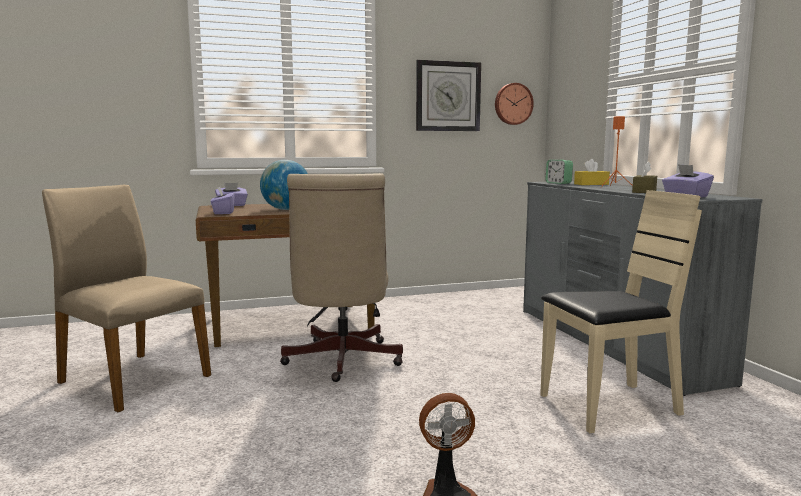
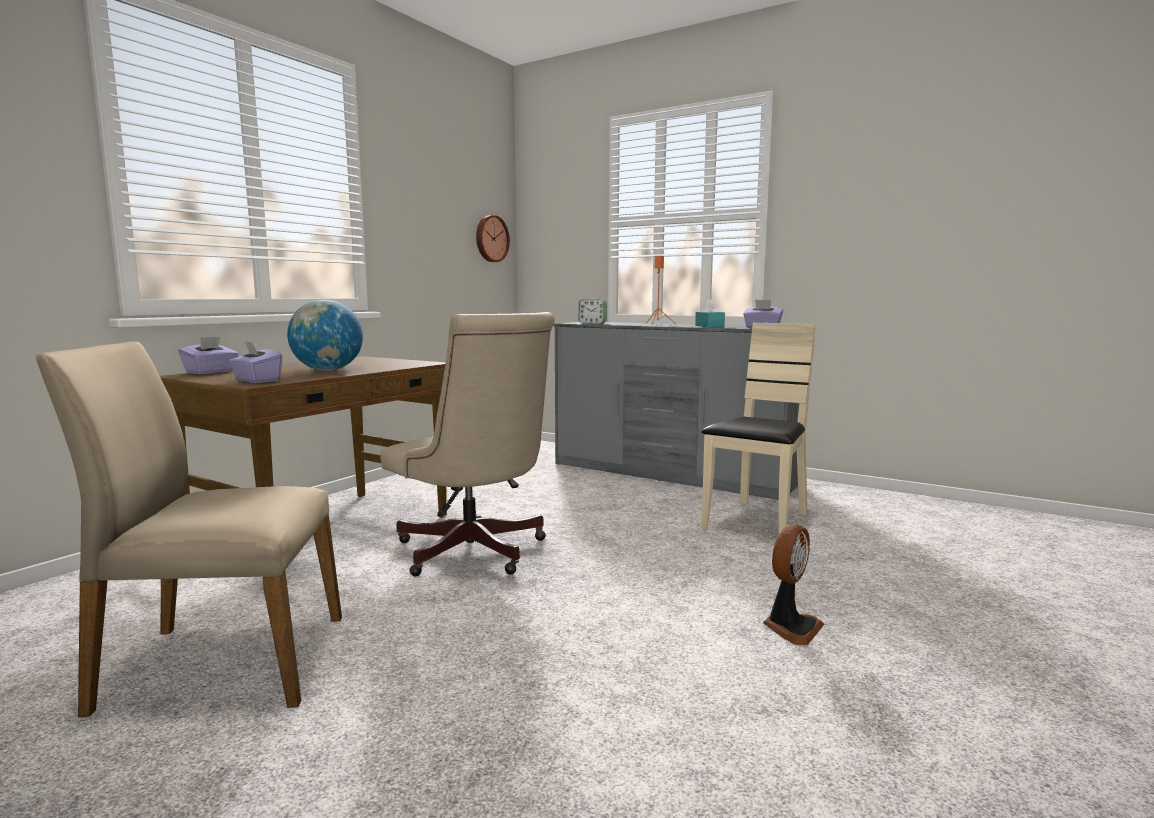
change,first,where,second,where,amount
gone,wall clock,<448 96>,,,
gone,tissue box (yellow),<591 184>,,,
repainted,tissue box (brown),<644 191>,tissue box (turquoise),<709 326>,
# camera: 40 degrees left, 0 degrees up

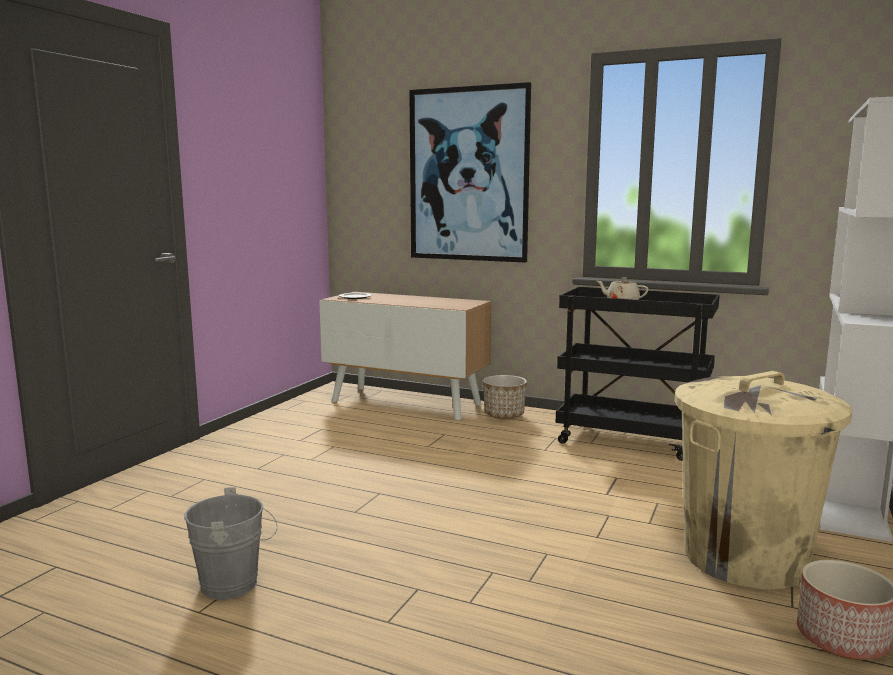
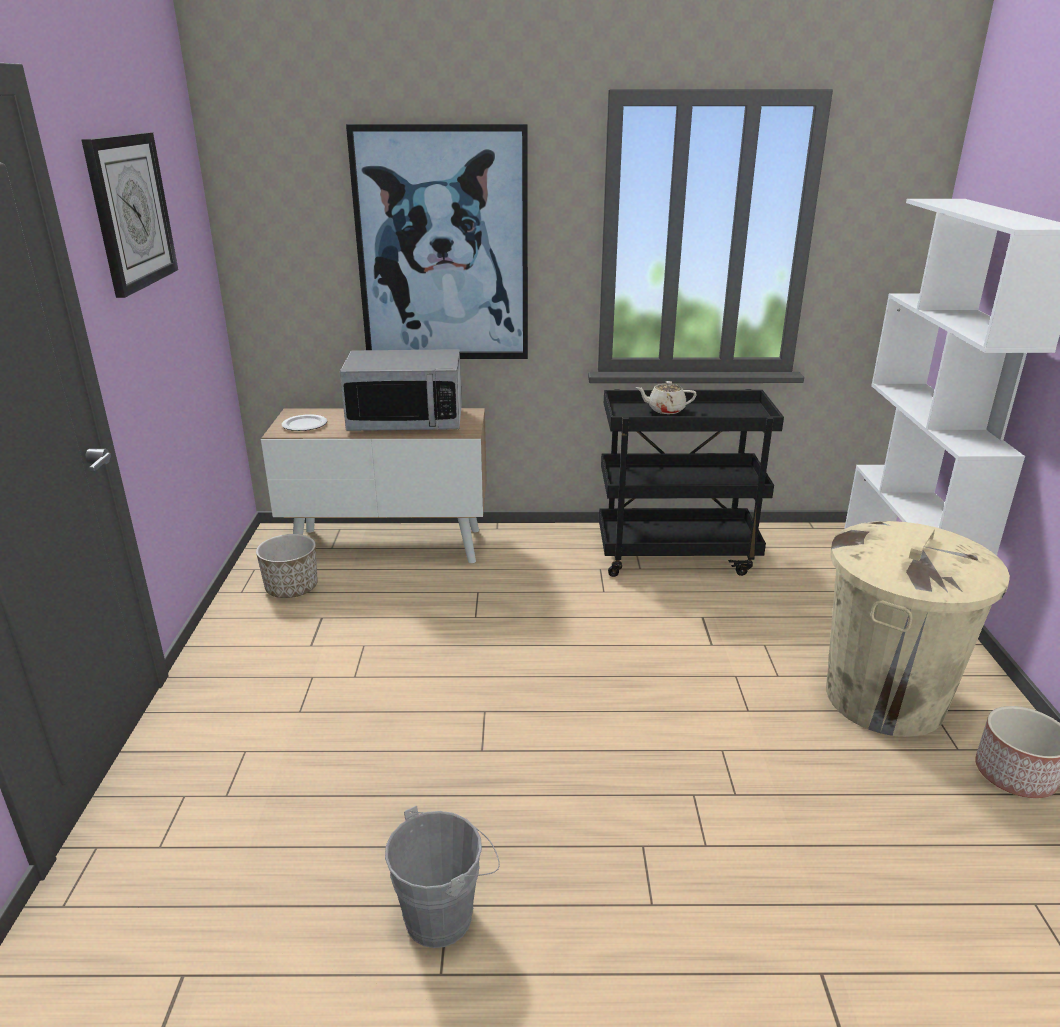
change,first,where,second,where,amount
shifted,planter,<504 415>,,<292 588>,
new,,,wall clock,<130 212>,
new,,,microwave,<406 421>,
# camera: 25 degrees left, 15 degrees up

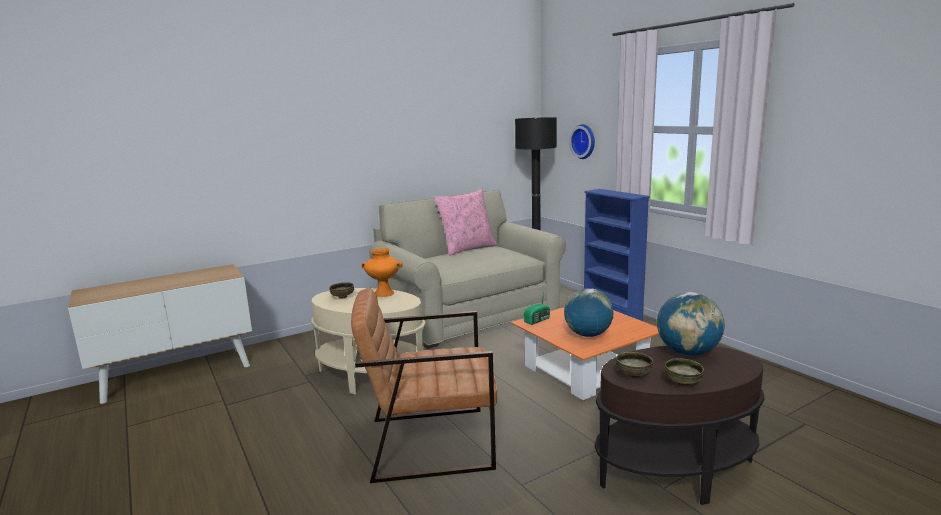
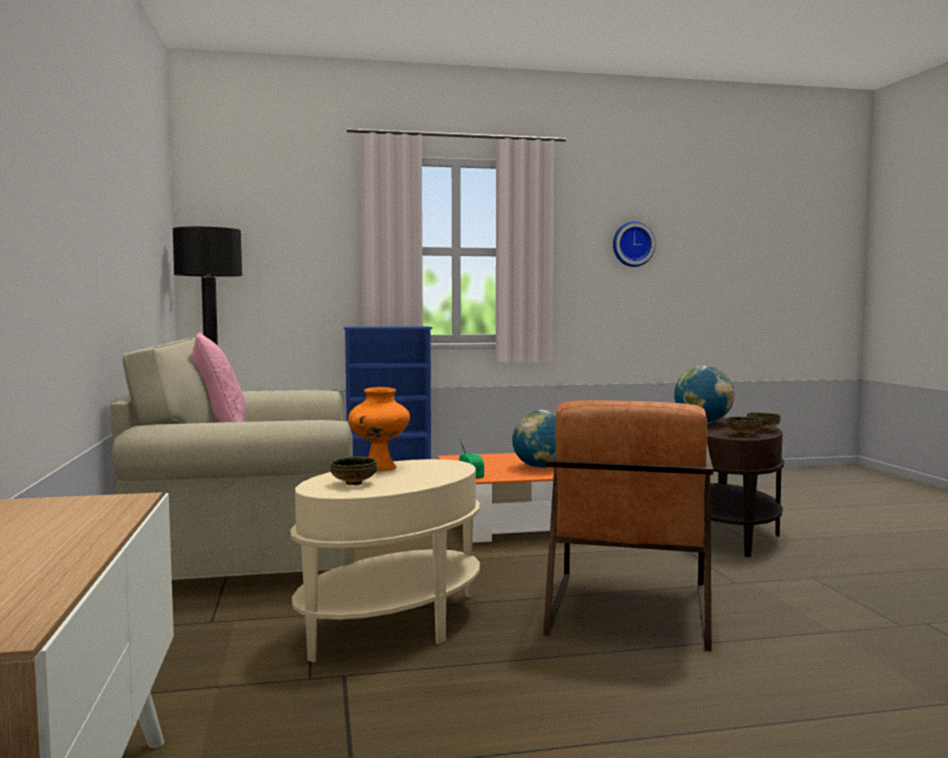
change,first,where,second,where,amount
shifted,wall clock,<584 141>,,<632 244>,
# camera: 70 degrees left, 10 degrees down

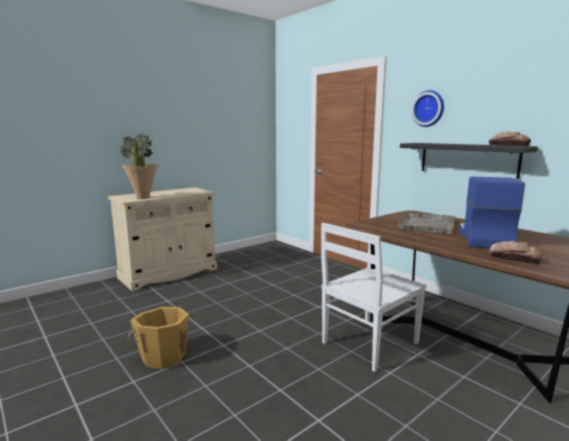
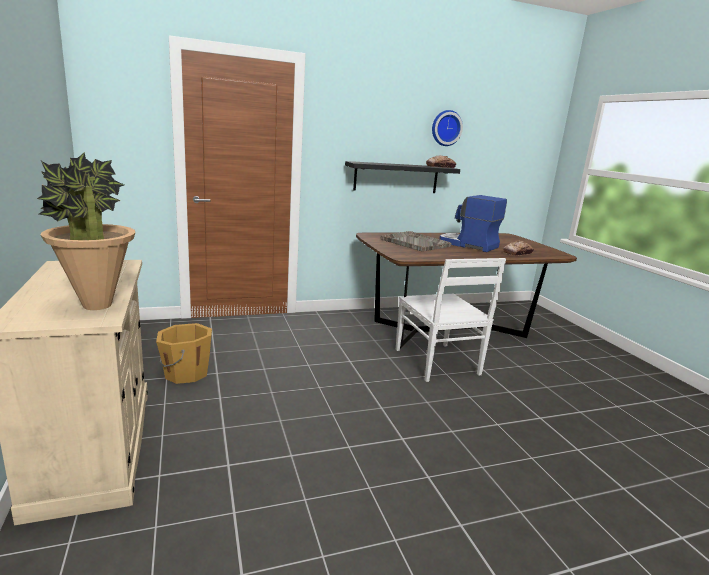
change,first,where,second,where,amount
shifted,wall clock,<429 108>,,<445 128>,
shifted,bucket (orange),<163 356>,,<185 373>,
# camera: 70 degrees left, 5 degrees up

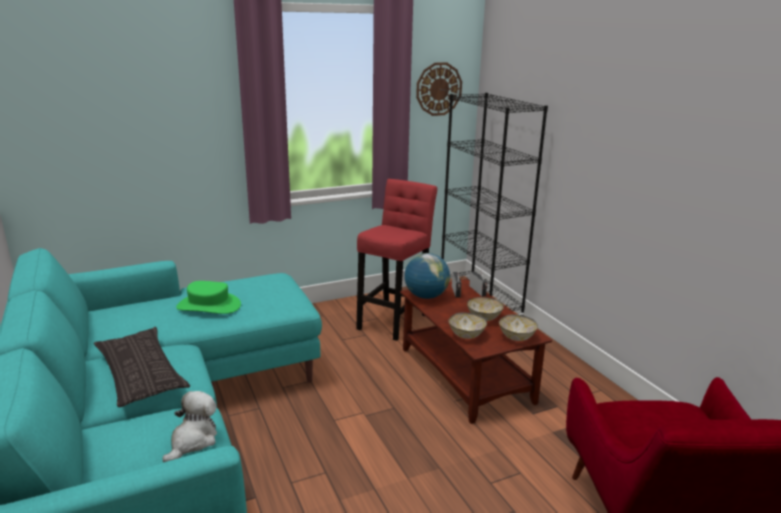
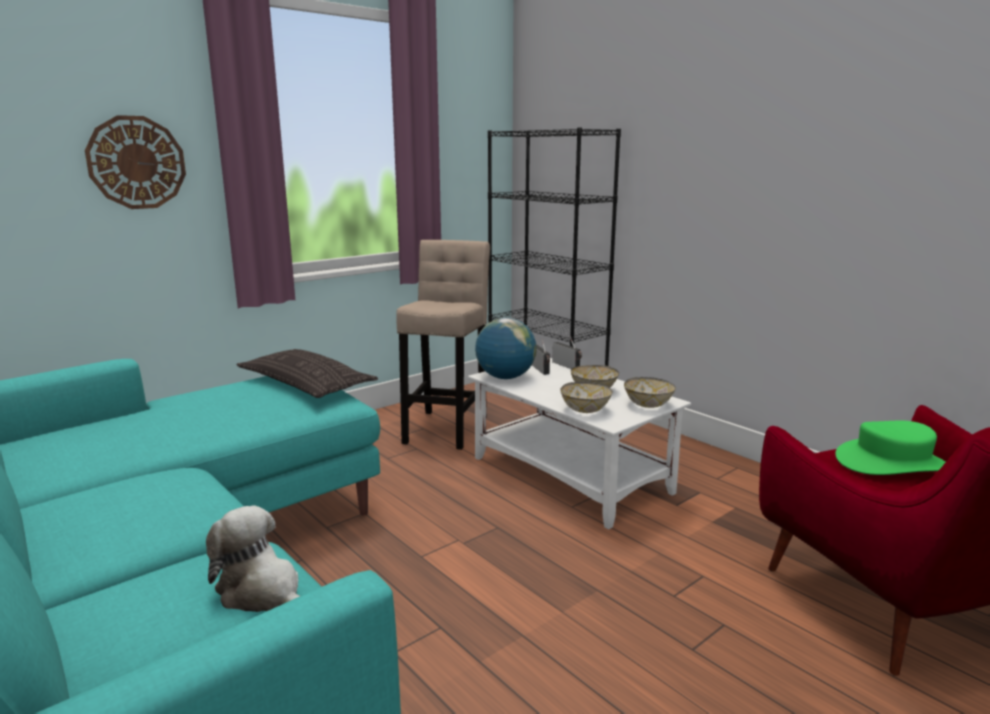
change,first,where,second,where,amount
shifted,wall clock,<438 89>,,<137 163>,
repainted,stool (red),<394 320>,stool (beige),<447 427>,
repainted,coffee table (brown),<464 374>,coffee table (white),<568 475>,
shifted,hat (green),<209 306>,,<891 462>,
shifted,pillow,<140 373>,,<305 383>,
rotated,plush toy,<193 441>,,<262 592>,60 degrees counterclockwise
# camera: 15 degrees left, 5 degrees down

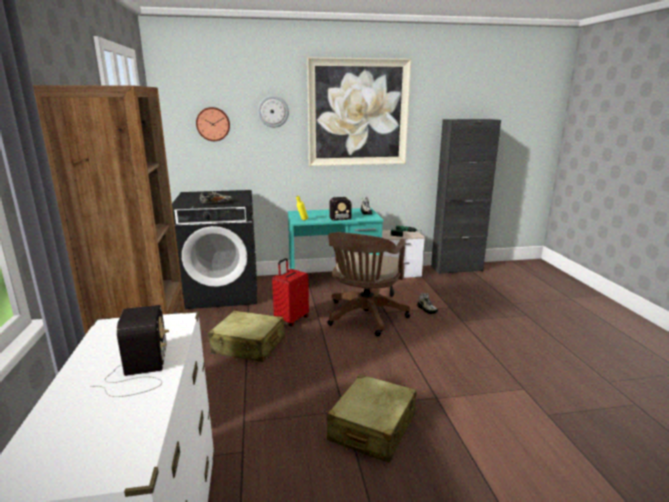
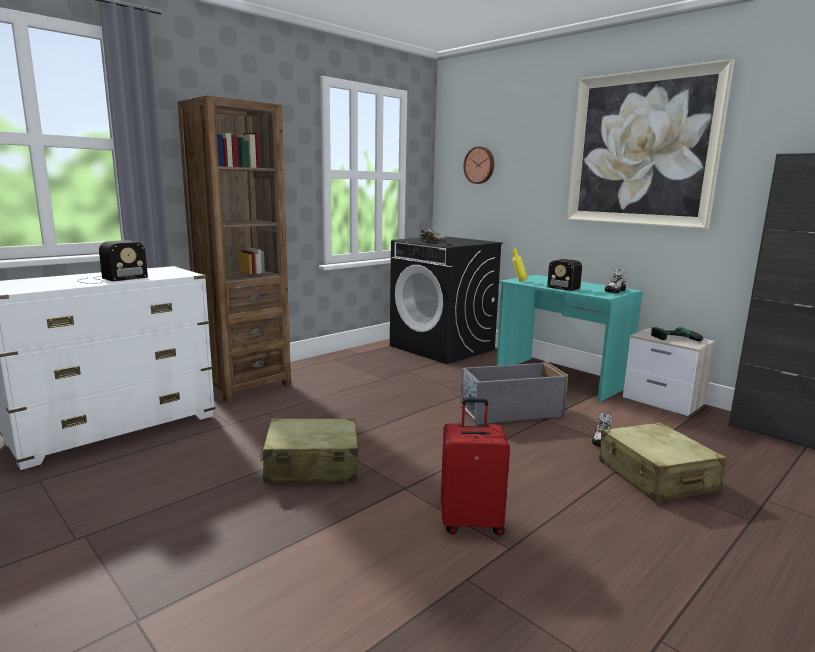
change,first,where,second,where,amount
gone,wall clock,<273 111>,,,
swapped,office chair (brown),<364 317>,storage box (grey),<510 412>,
shifted,suitcase (red),<291 319>,,<471 522>,
shifted,suitcase (beige),<248 345>,,<656 476>,
# camera: 55 degrees right, 5 degrees down

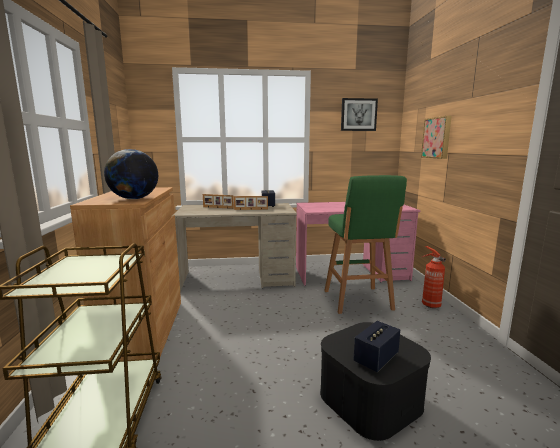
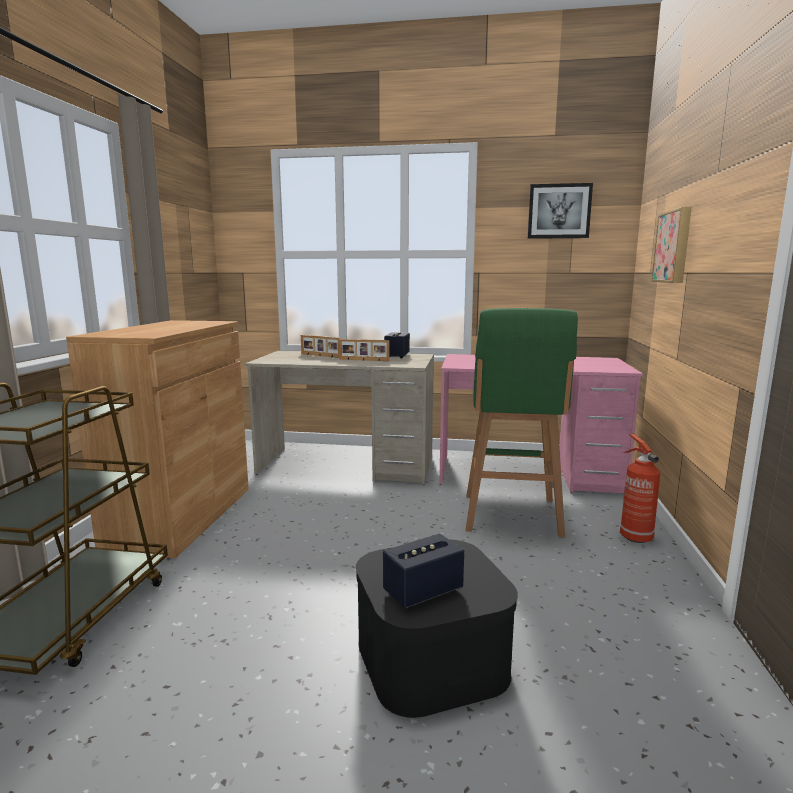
change,first,where,second,where,amount
gone,globe,<134 199>,,,
# camera: 15 degrees right, 0 degrees up

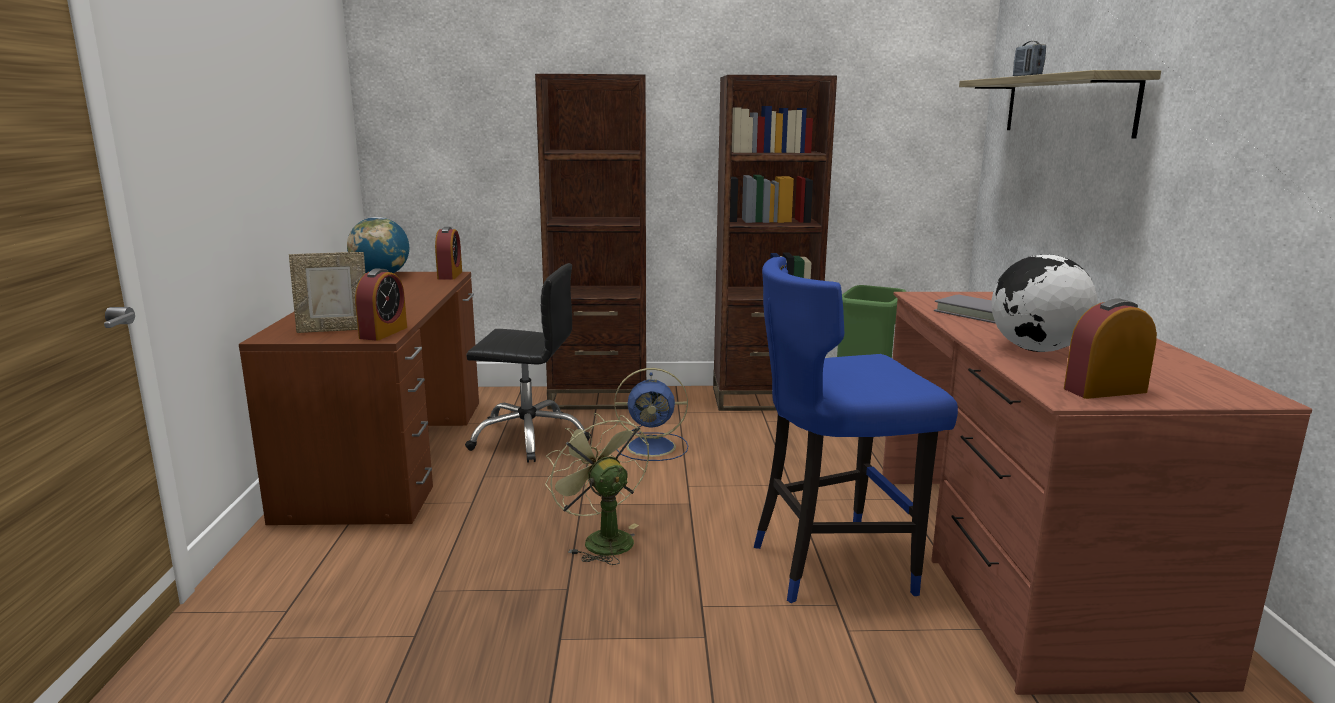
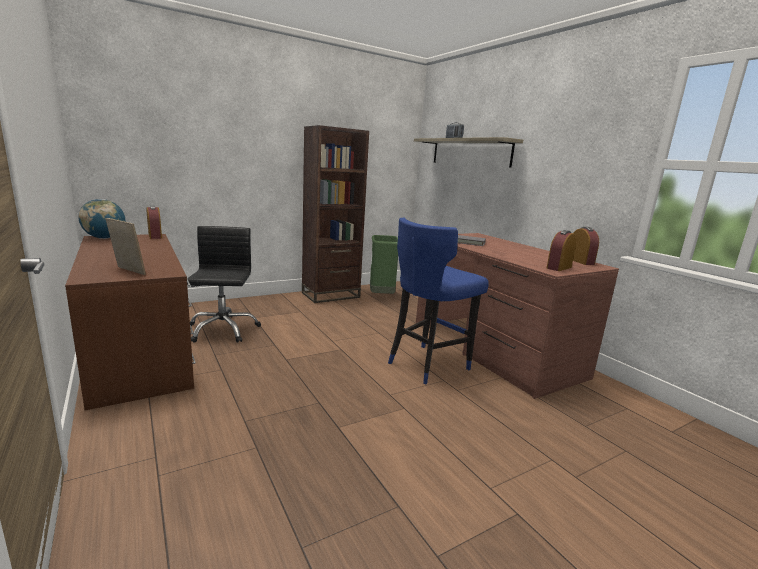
change,first,where,second,where,amount
gone,bookcase (brown),<598 398>,,,
rotated,picture frame,<334 330>,,<128 271>,105 degrees counterclockwise
gone,globe,<1036 350>,,,
rotated,office chair (black),<528 437>,,<222 330>,75 degrees counterclockwise
shifted,alarm clock,<383 333>,,<580 261>,
gone,fan (blue),<653 447>,,,
gone,fan (green),<601 539>,,,
# camera: 30 degrees left, 0 degrees up

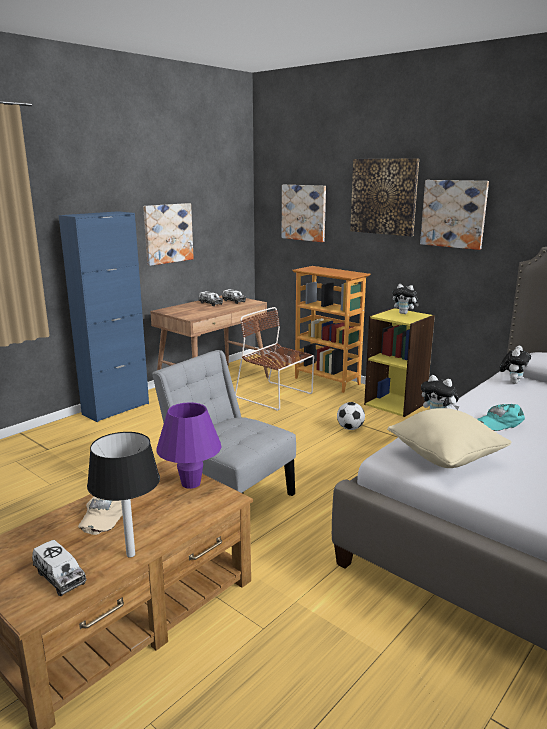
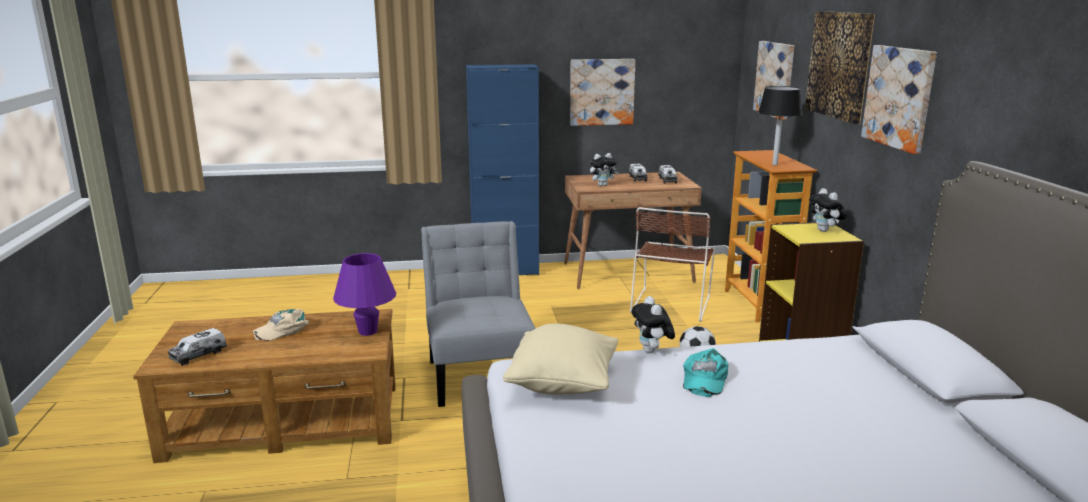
change,first,where,second,where,amount
rotated,chair (brown),<276 396>,,<671 303>,150 degrees counterclockwise
shifted,plush toy,<512 382>,,<602 185>,
rotated,cap (turquoise),<499 422>,,<703 379>,90 degrees counterclockwise
shifted,table lamp (black),<130 554>,,<774 164>,
rotated,toy truck,<59 577>,,<198 355>,45 degrees clockwise
# camera: 40 degrees right, 0 degrees up

